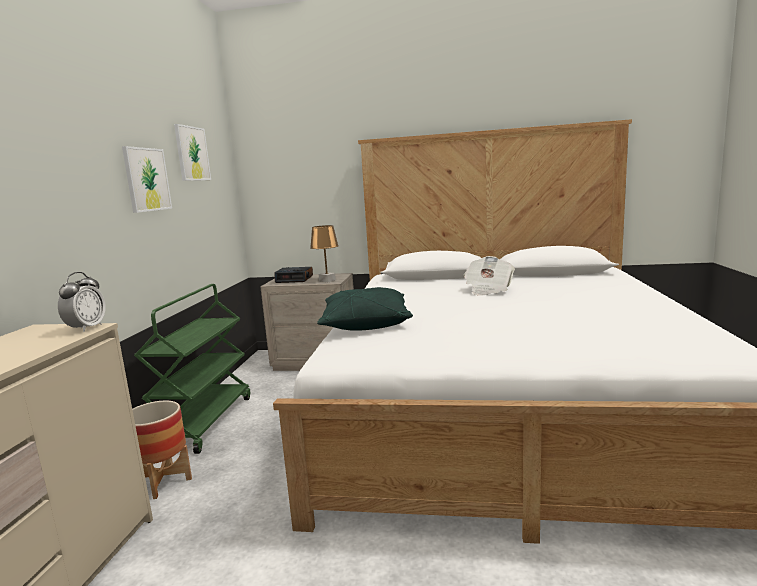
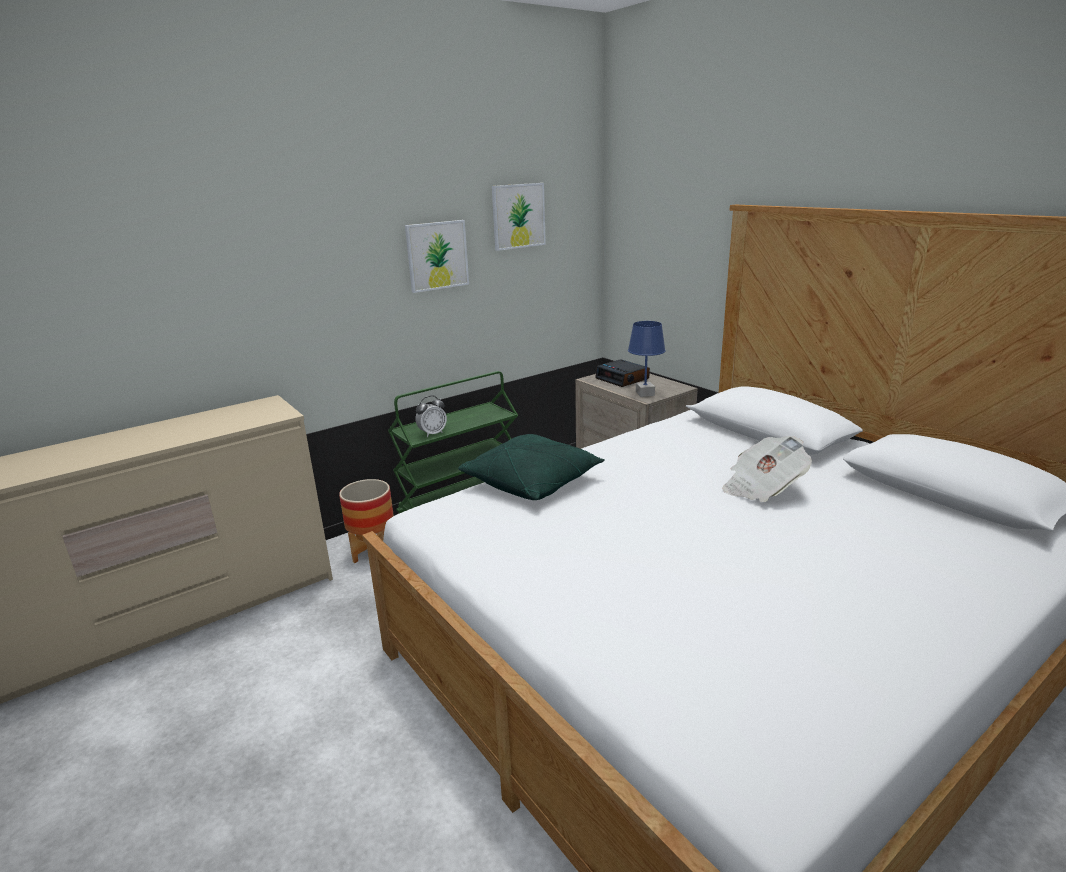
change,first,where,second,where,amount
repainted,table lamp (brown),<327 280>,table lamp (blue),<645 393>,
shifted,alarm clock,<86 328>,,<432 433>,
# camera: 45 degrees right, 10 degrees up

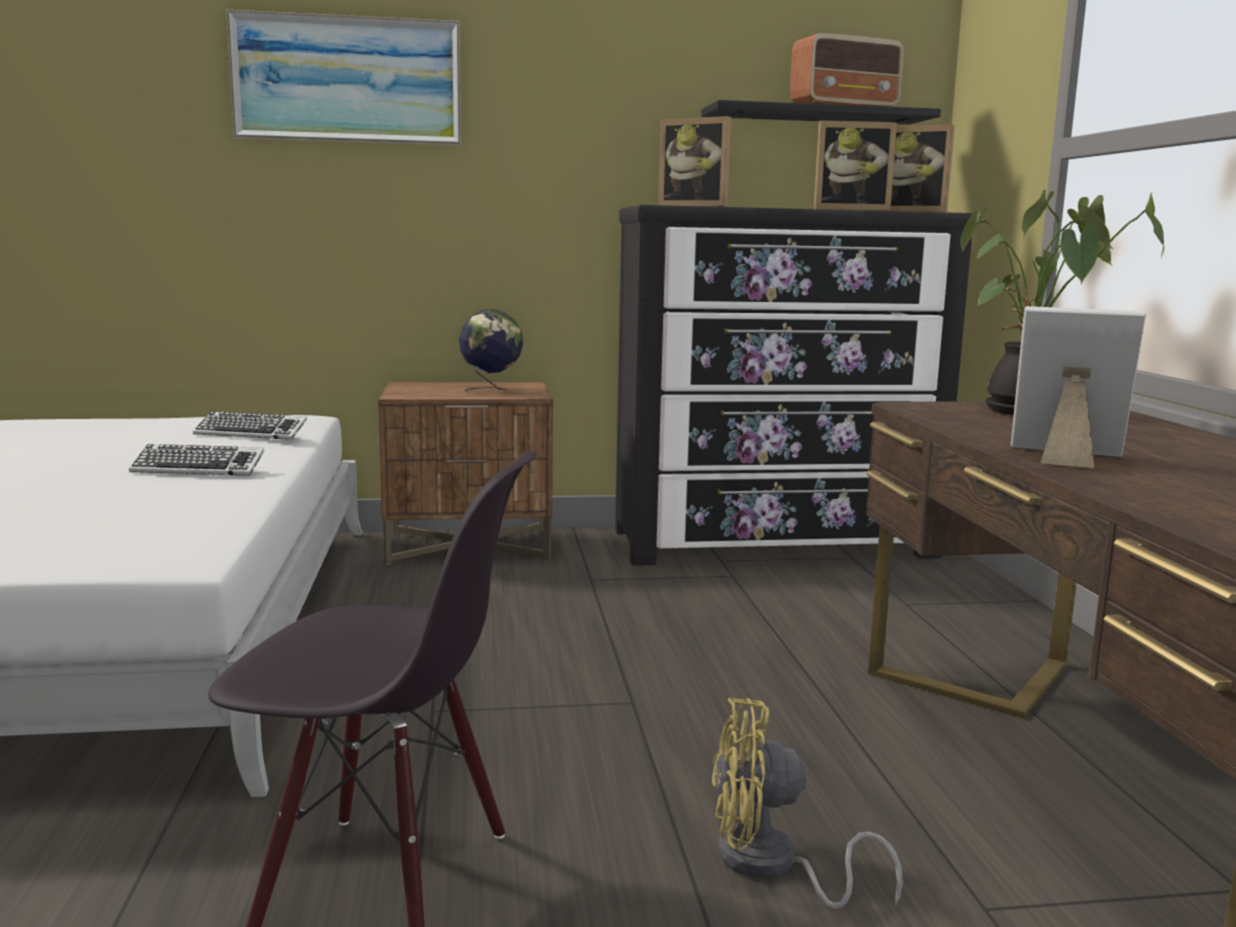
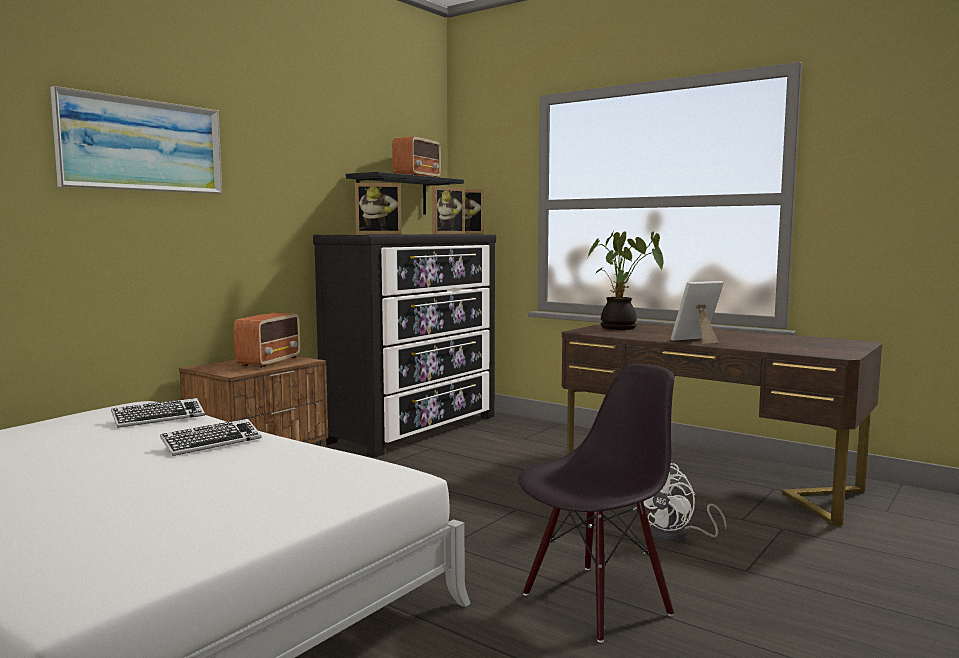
change,first,where,second,where,amount
swapped,globe,<491 390>,radio,<270 361>,
repainted,fan (yellow),<771 865>,fan (white),<677 535>,
# camera: 45 degrees left, 5 degrees down

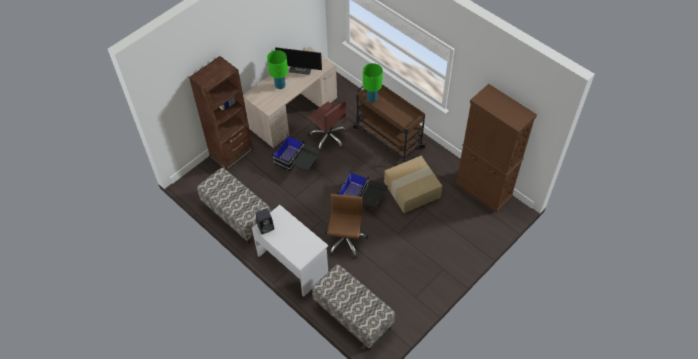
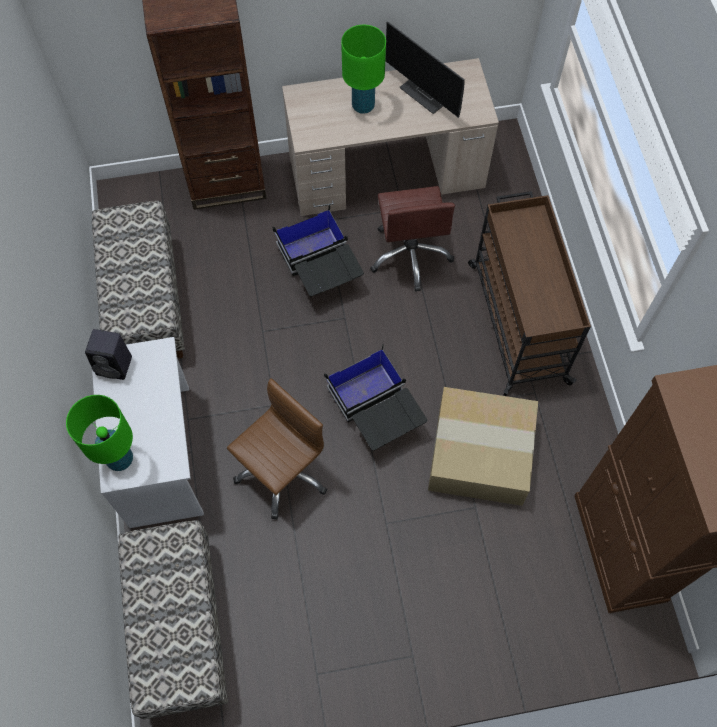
change,first,where,second,where,amount
shifted,table lamp (green),<372 99>,,<119 459>,
# camera: 35 degrees right, 10 degrees up

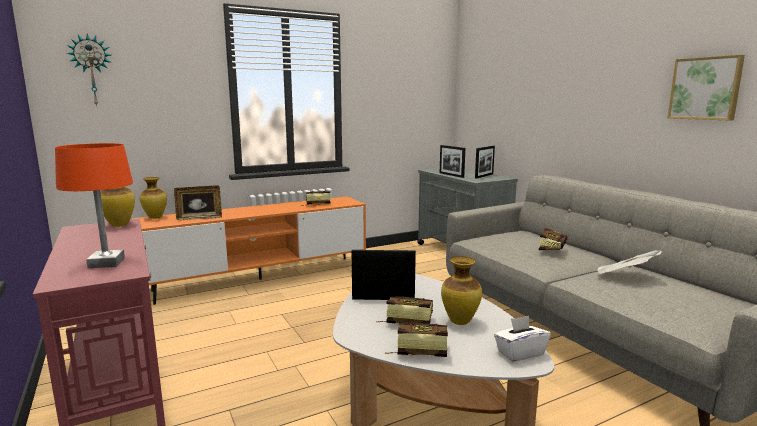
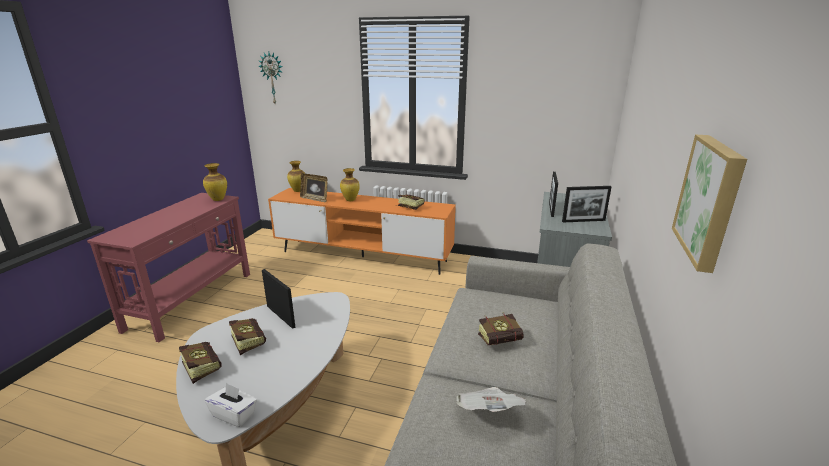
change,first,where,second,where,amount
gone,table lamp (orange),<107 263>,,,
shifted,vase,<459 321>,,<351 200>,
# camera: 45 degrees right, 10 degrees up

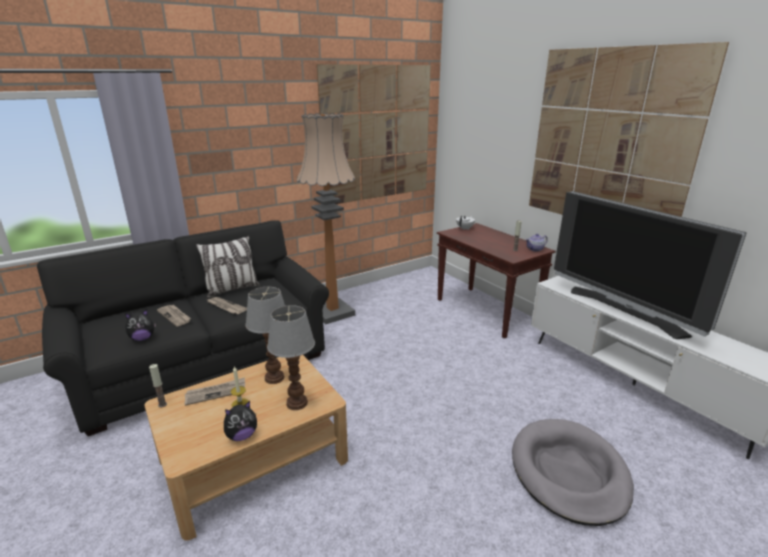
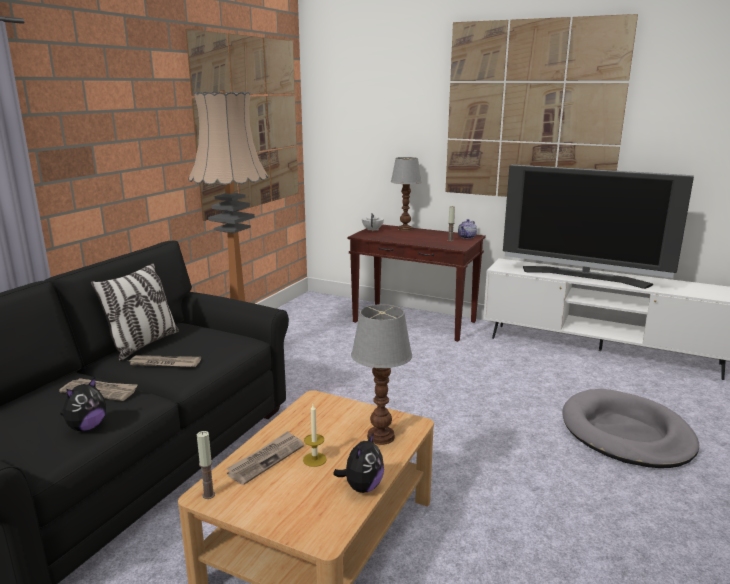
change,first,where,second,where,amount
shifted,table lamp,<273 378>,,<405 229>,
# camera: 30 degrees left, 5 degrees down

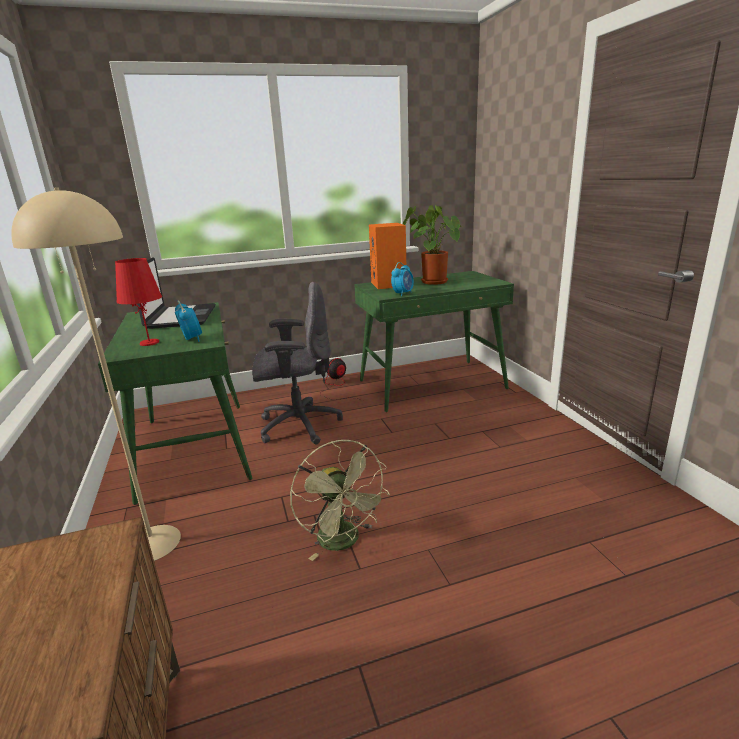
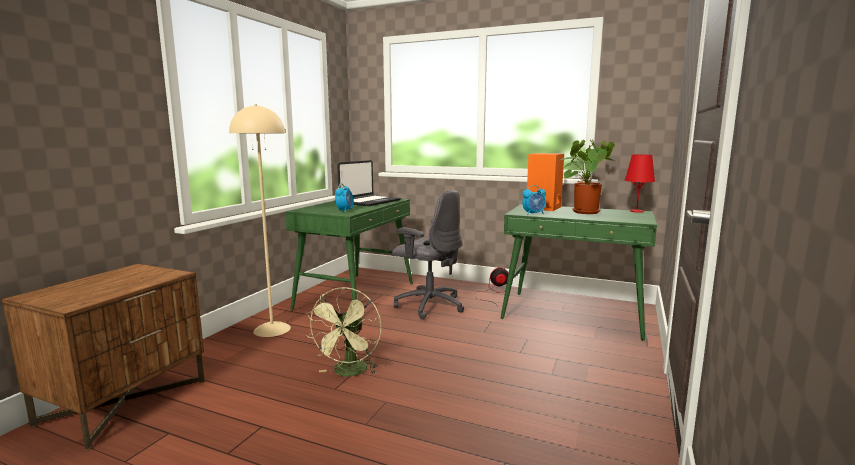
change,first,where,second,where,amount
shifted,table lamp (red),<150 343>,,<636 211>,
# camera: 40 degrees right, 10 degrees down

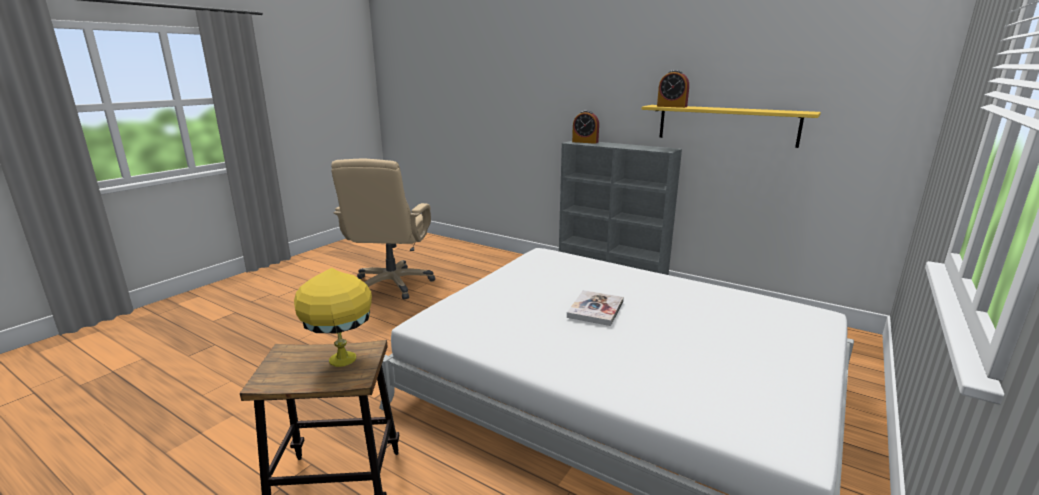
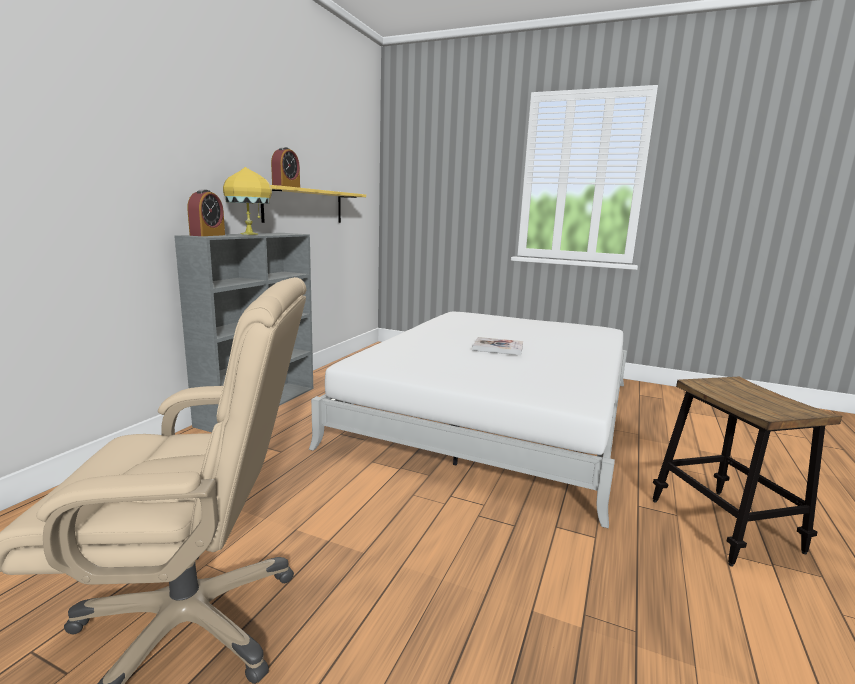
change,first,where,second,where,amount
shifted,table lamp (yellow),<341 360>,,<250 234>,
# camera: 100 degrees left, 5 degrees down

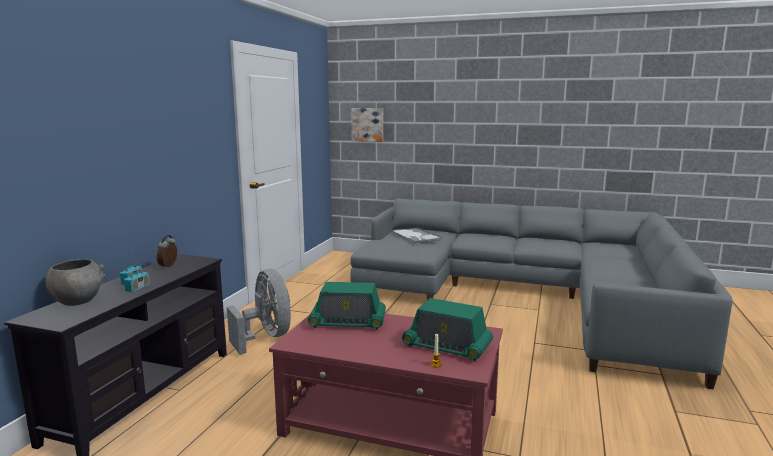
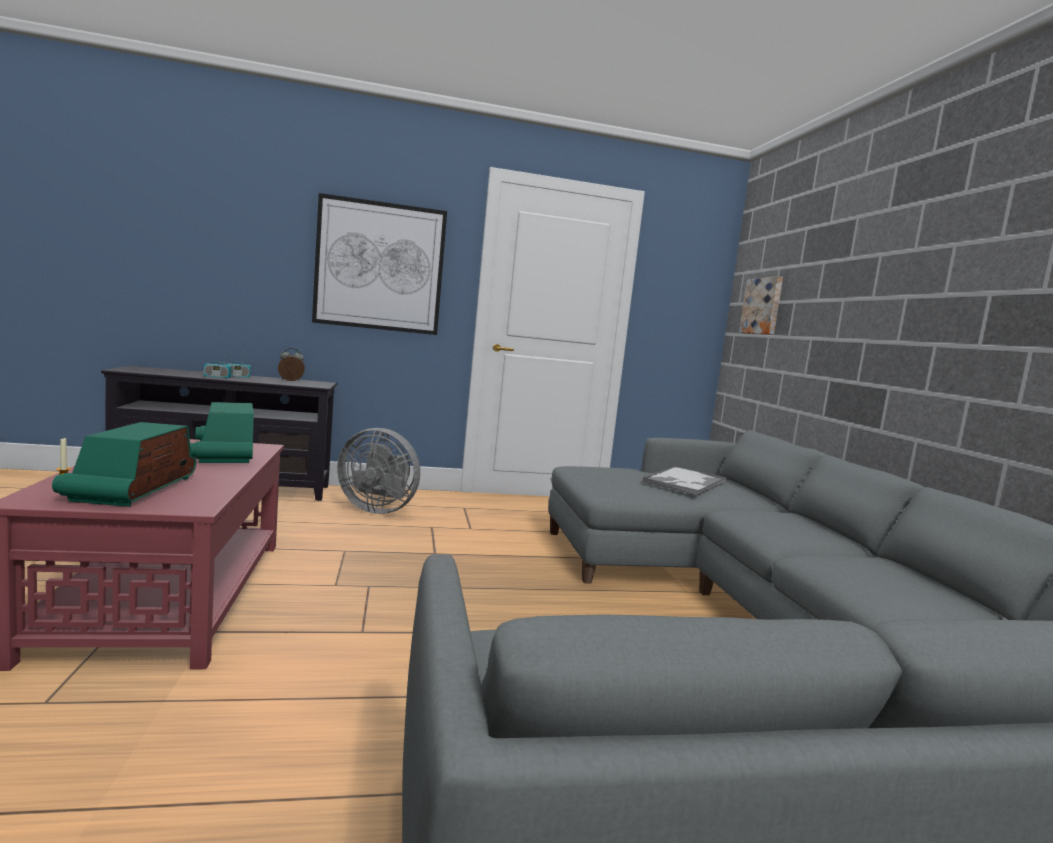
change,first,where,second,where,amount
gone,bowl (grey),<78 301>,,,
rotated,fan (grey),<266 337>,,<378 509>,75 degrees clockwise
new,,,picture,<380 266>,
# camera: 60 degrees right, 5 degrees down

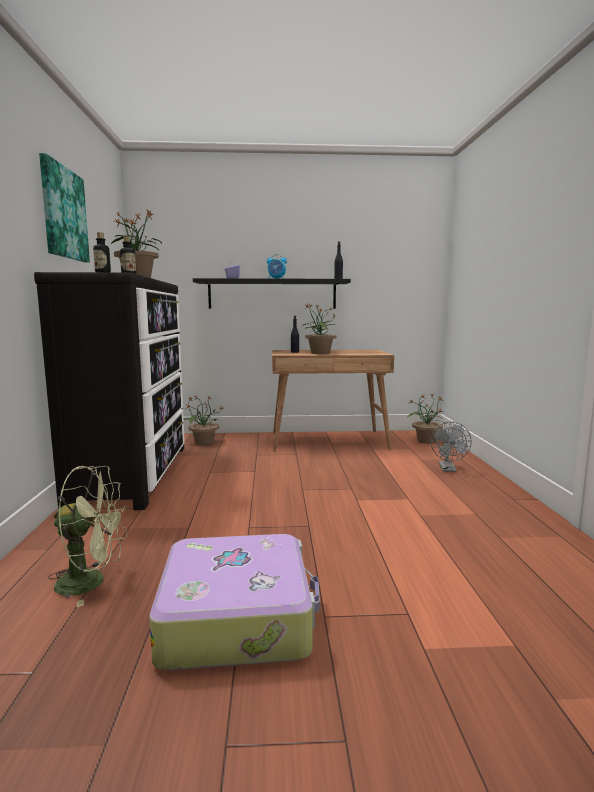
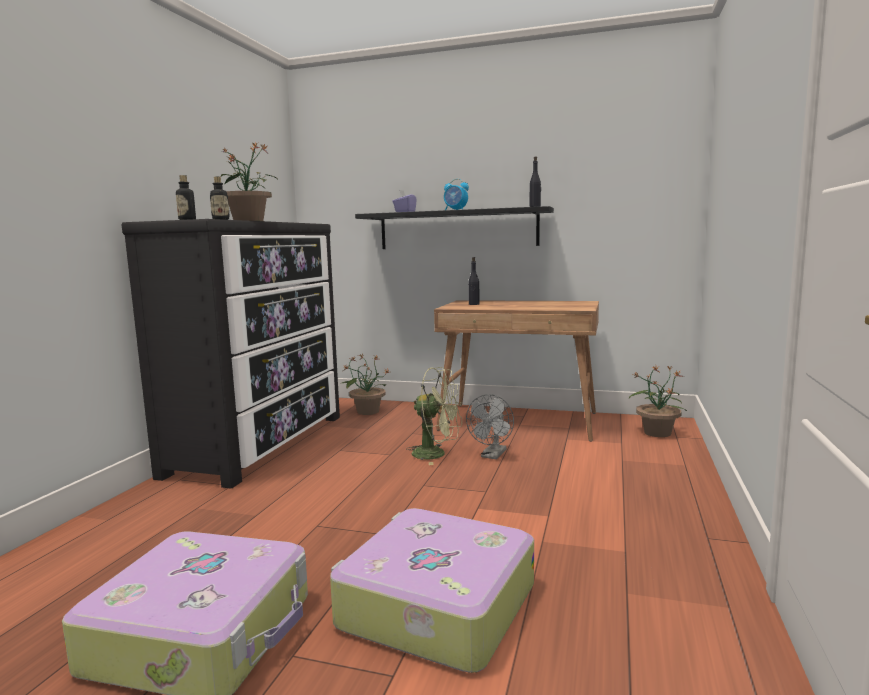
change,first,where,second,where,amount
gone,picture,<63 213>,,,
gone,potted plant,<319 353>,,,
shifted,fan (grey),<448 469>,,<492 455>,
shifted,fan (green),<91 582>,,<436 454>,
new,,,suitcase,<435 606>,
# camera: 20 degrees right, 0 degrees up

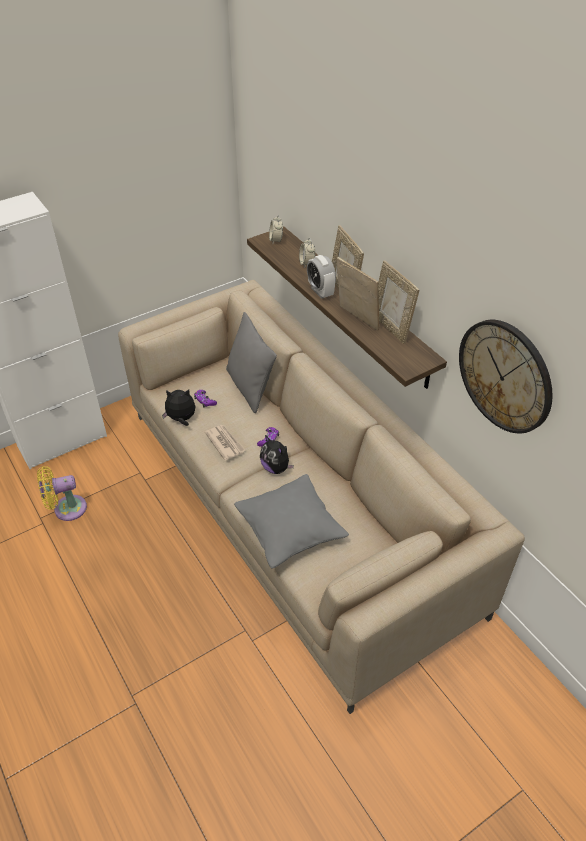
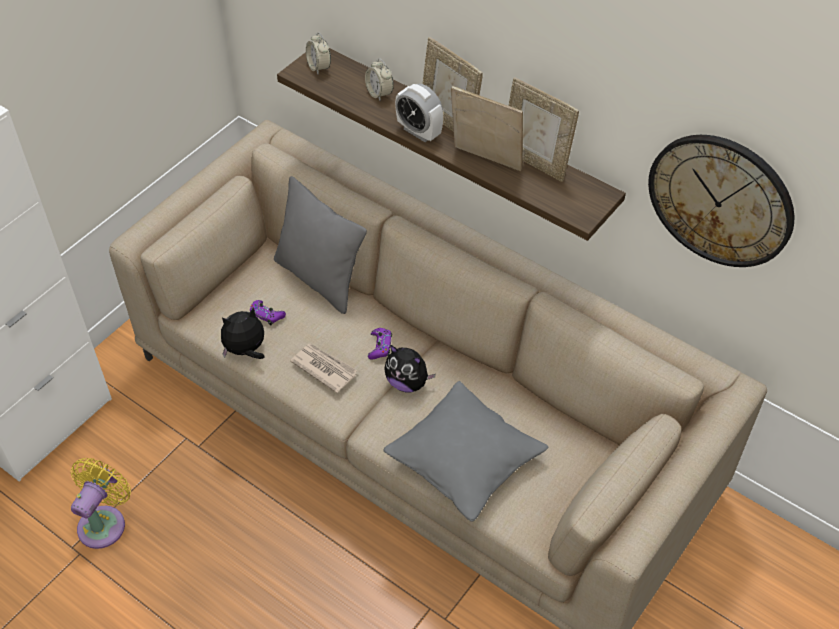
change,first,where,second,where,amount
rotated,fan (yellow),<66 509>,,<104 522>,150 degrees clockwise
# camera: 20 degrees left, 5 degrees up

